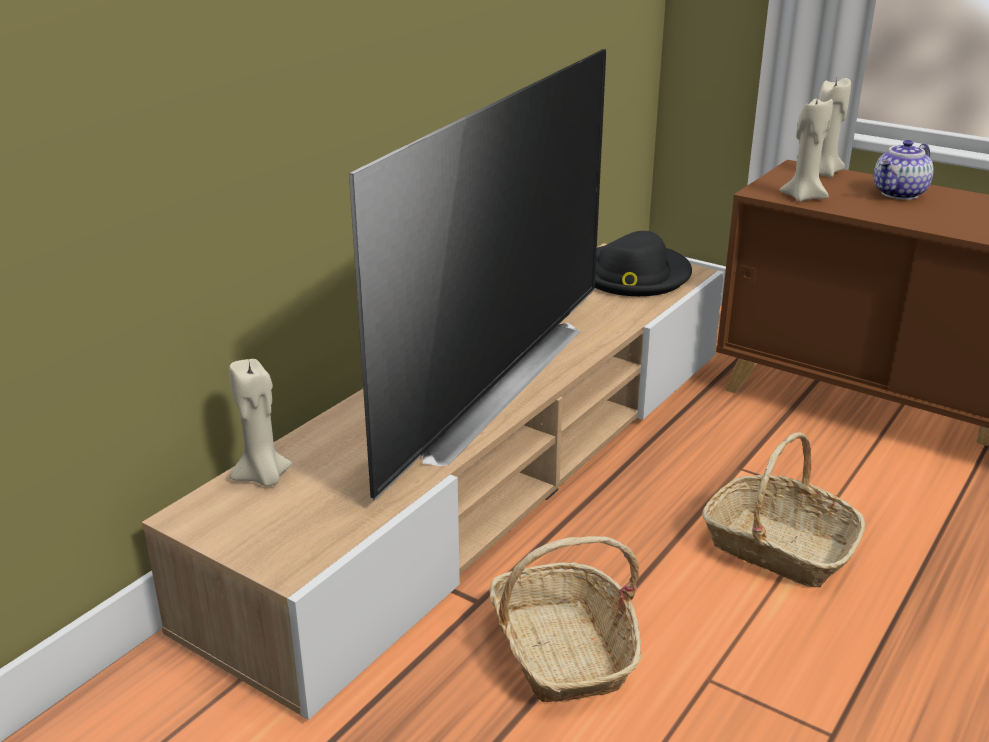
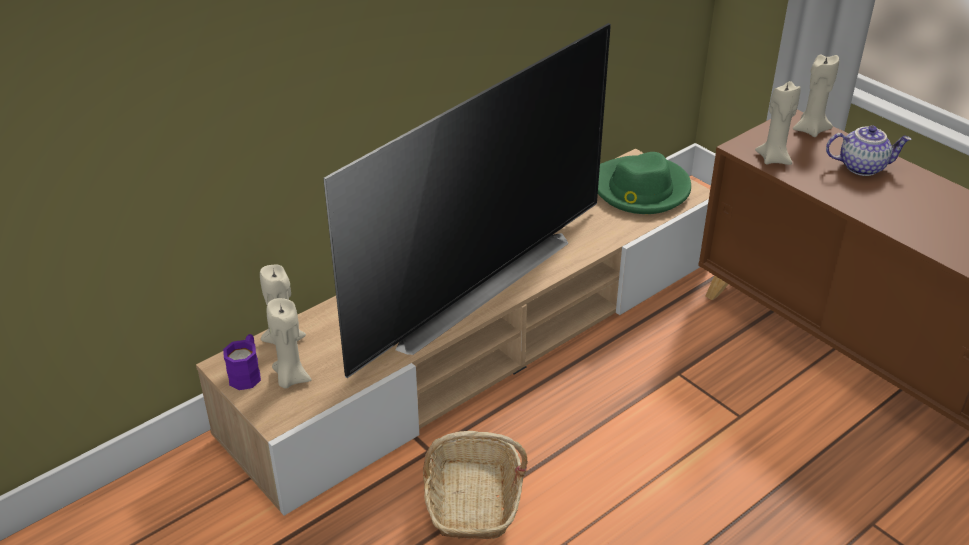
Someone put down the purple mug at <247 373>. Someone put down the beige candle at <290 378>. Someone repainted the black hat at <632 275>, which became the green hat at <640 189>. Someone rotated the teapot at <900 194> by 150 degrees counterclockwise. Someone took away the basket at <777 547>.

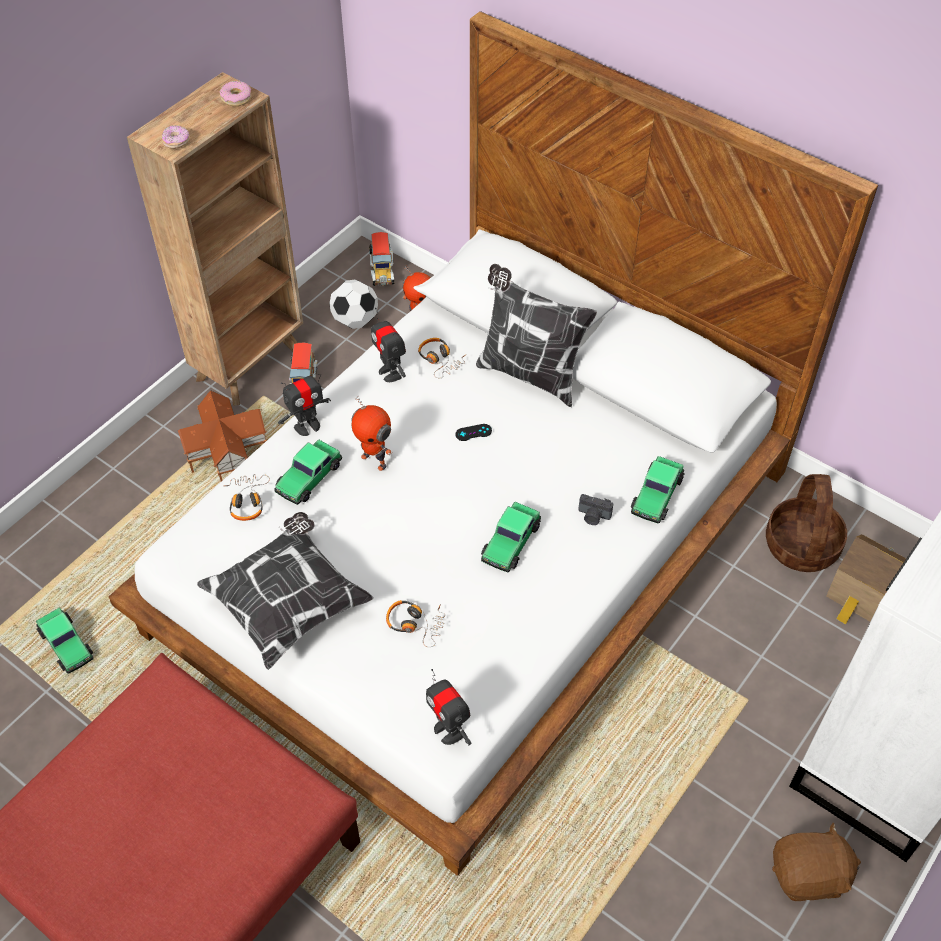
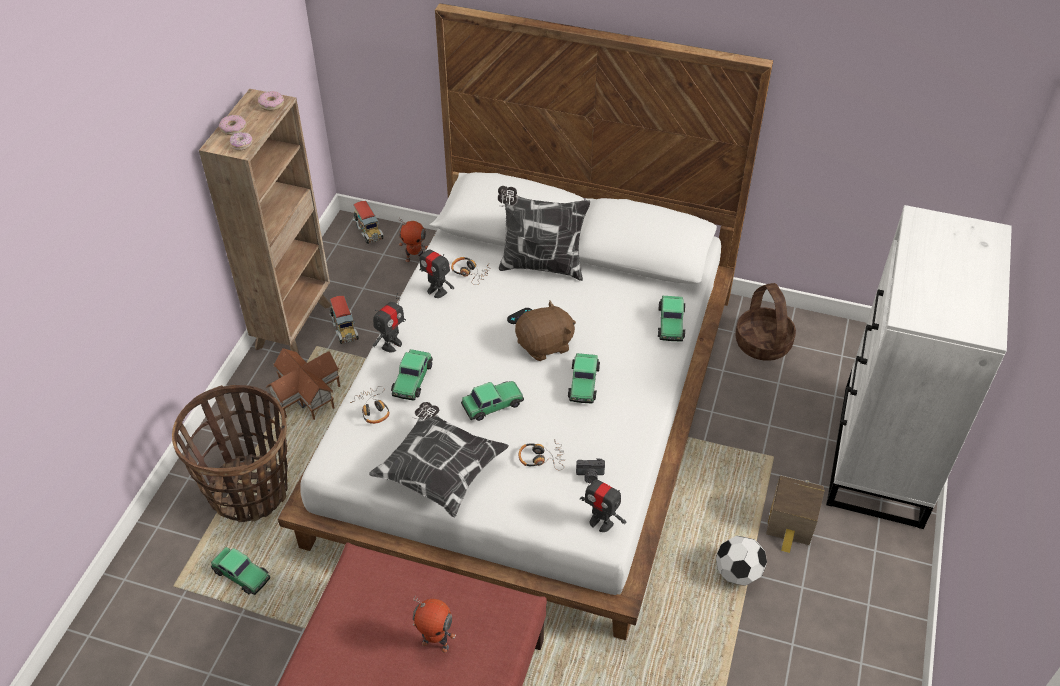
Someone put down the basket at <249 490>. Someone put down the donut at <233 128>. Someone carried the toy robot from <375 460> to <436 643>. Someone put down the toy car at <493 404>. Someone carried the brown plush toy from <809 875> to <545 345>. Someone carried the photo camera from <593 516> to <590 476>. Someone carried the football from <355 321> to <738 573>. Someone carried the toy house from <859 595> to <790 525>.

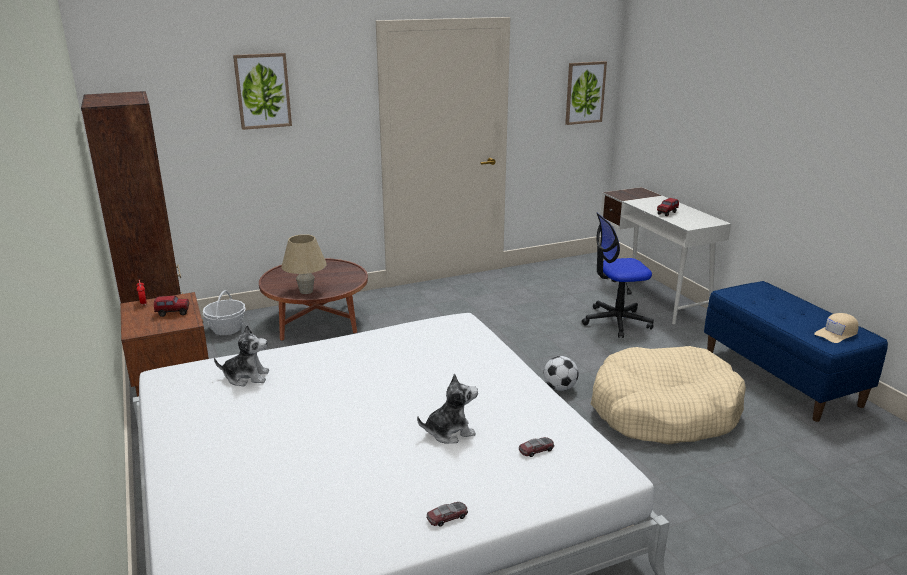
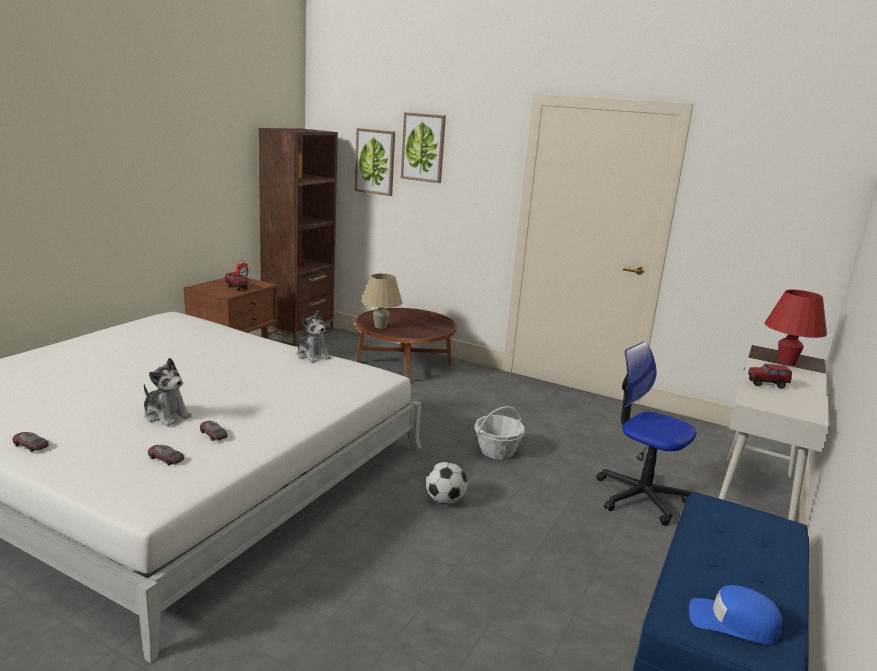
Someone put down the toy car at <213 434>. Someone carried the plush toy from <246 377> to <312 355>. Someone carried the picture from <584 92> to <375 162>. Someone carried the basket from <227 329> to <497 451>. Someone repainted the beige cap at <836 333>, which became the blue cap at <733 622>. Someone put down the red table lamp at <786 362>. Someone took away the beige dog bed at <663 411>.

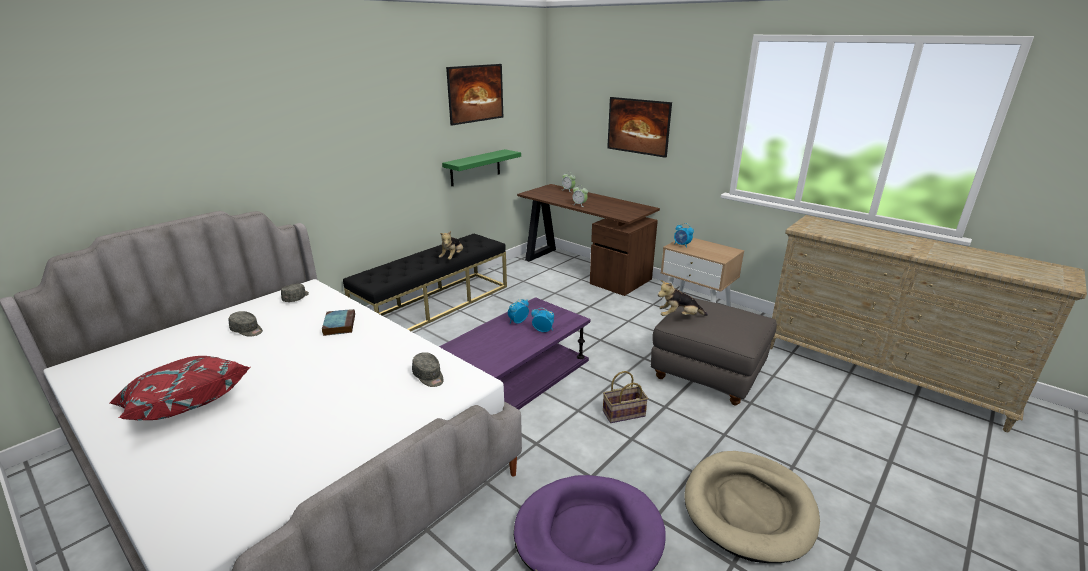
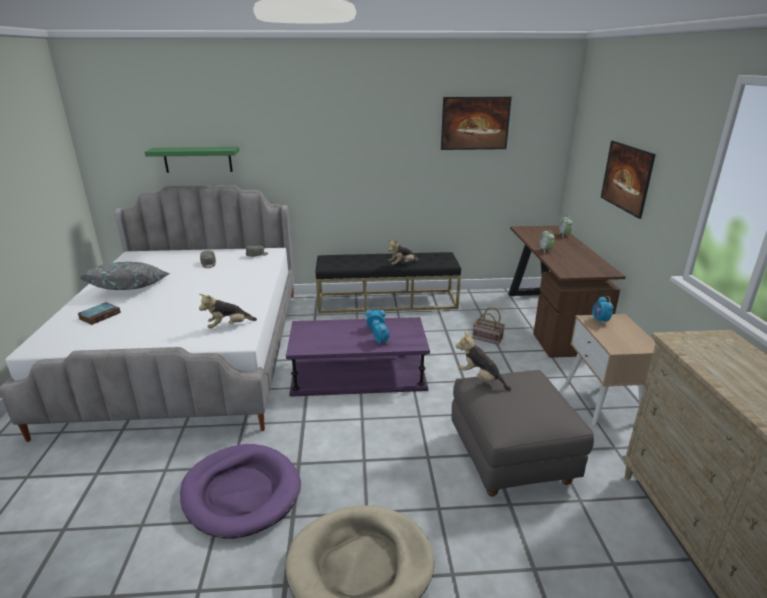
Someone carried the book from <339 324> to <100 315>. Someone repainted the red pillow at <185 404>, which became the grey pillow at <131 288>. Someone carried the green shelf from <475 167> to <198 159>. Someone swapped the grey cap at <429 376> for the plush toy at <228 326>. Someone carried the basket from <623 414> to <486 338>.

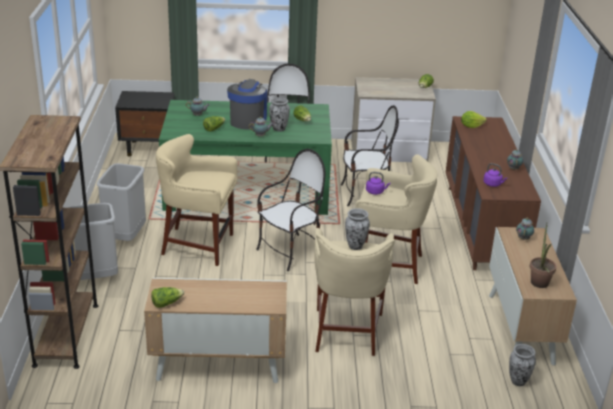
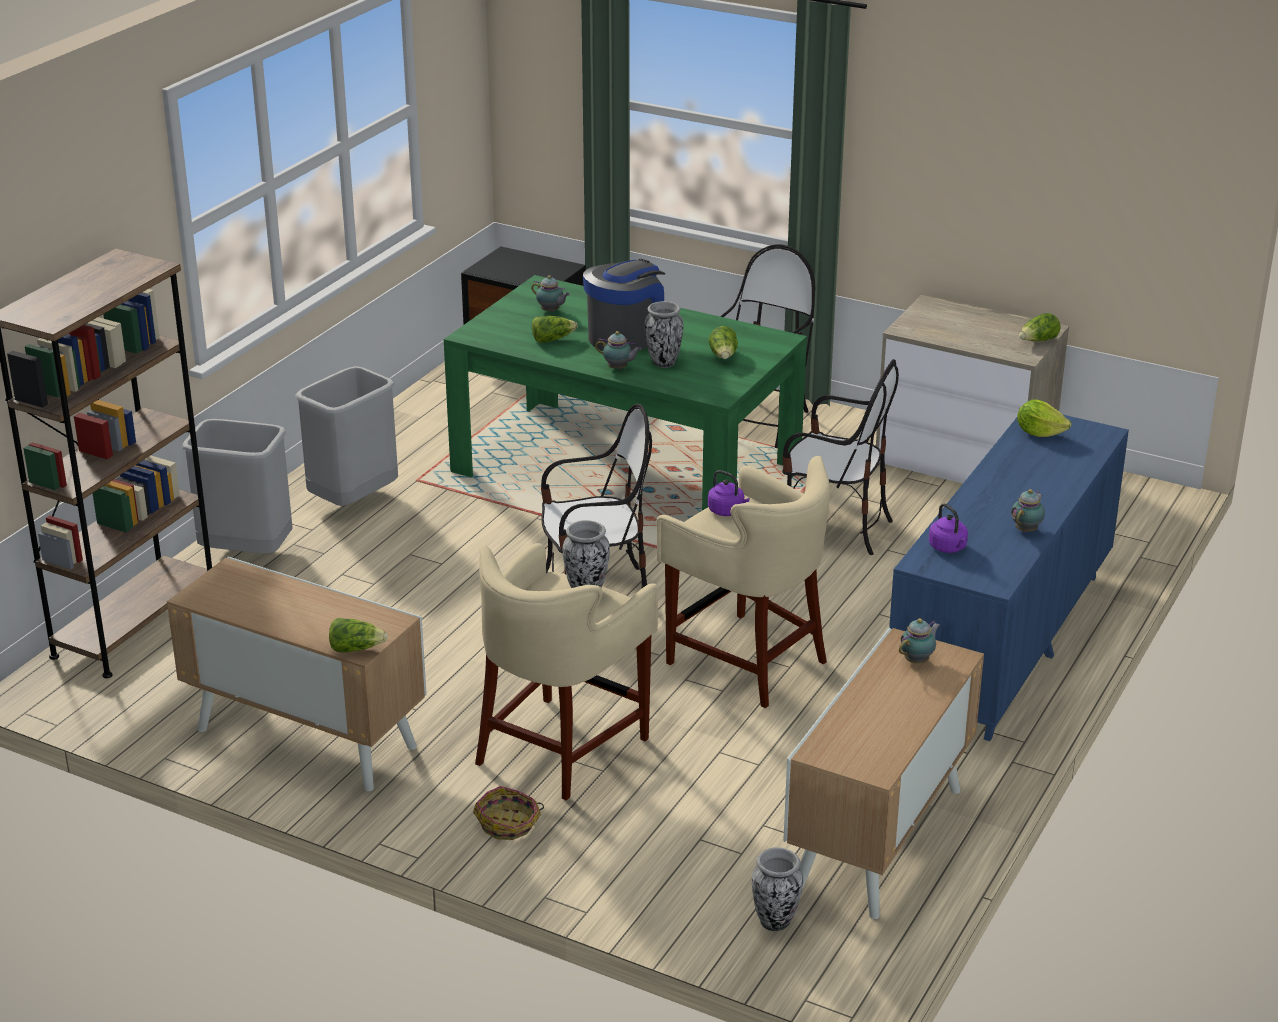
Someone carried the lettuce from <166 303> to <356 648>. Someone put down the basket at <509 824>. Someone repainted the brown dresser at <481 227>, which became the blue dresser at <1001 643>. Someone took away the beige stool at <198 246>. Someone took away the potted plant at <539 285>.

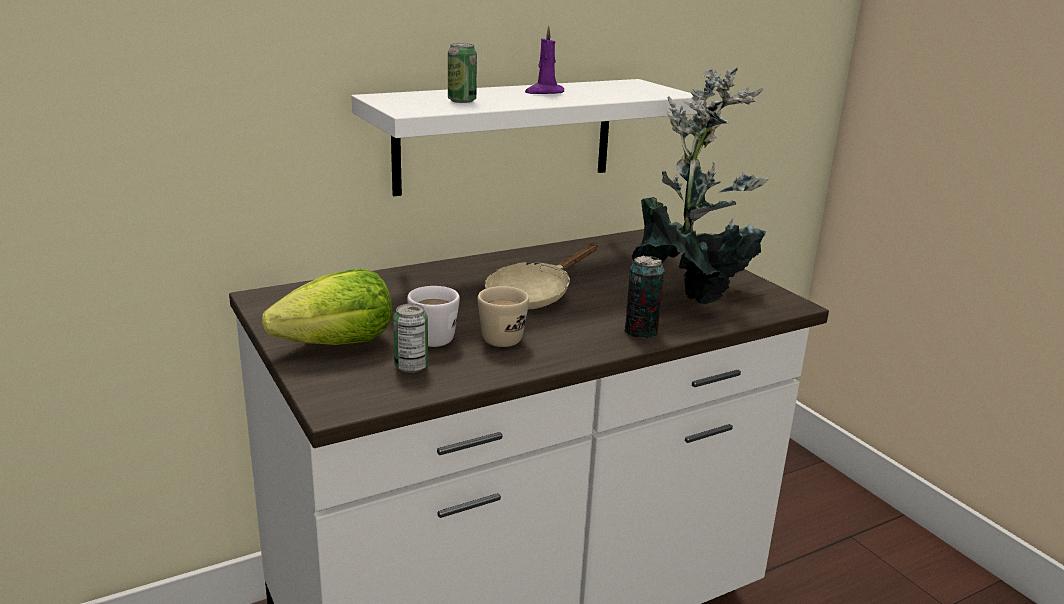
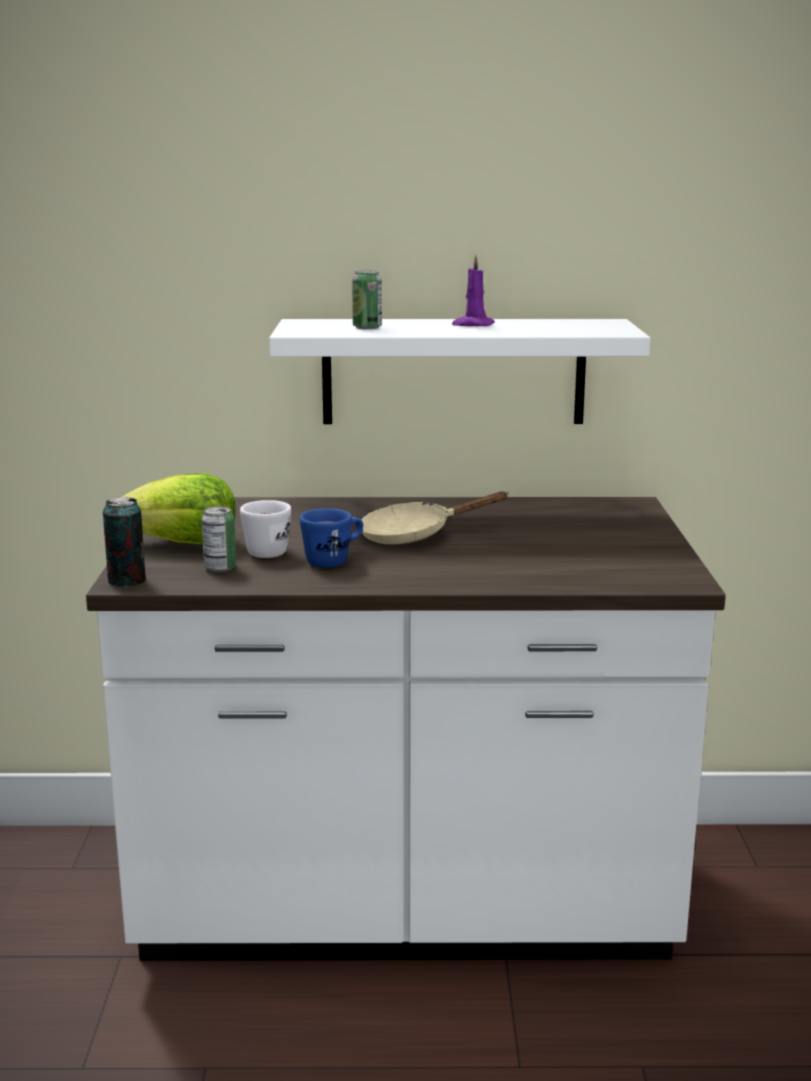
Someone carried the can from <641 332> to <127 581>. Someone repainted the beige mug at <505 336>, which became the blue mug at <334 561>. Someone took away the potted plant at <691 293>.

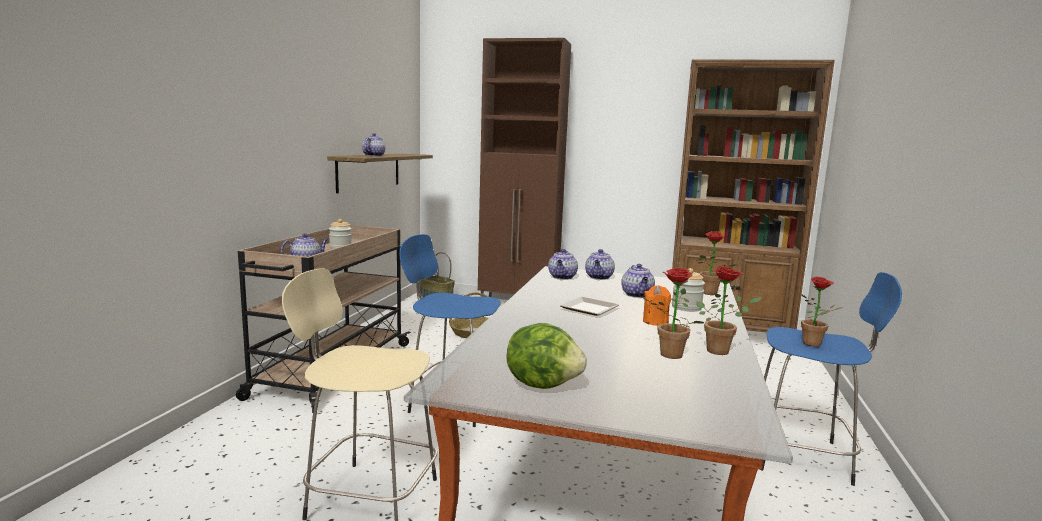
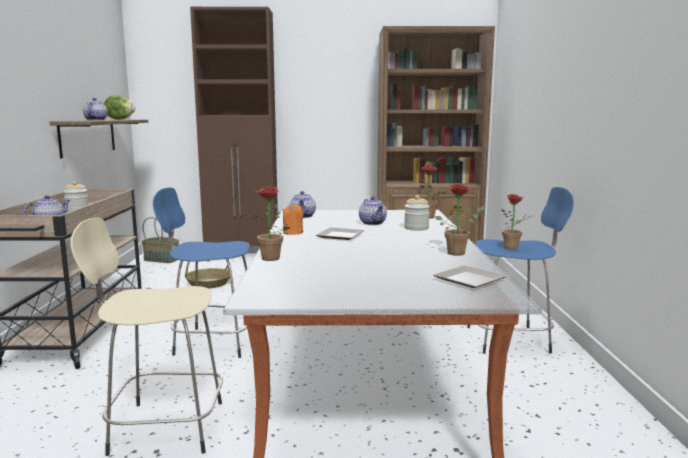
Someone carried the lettuce from <543 384> to <120 119>. Someone carried the potted plant from <667 355> to <266 259>. Someone carried the orange candle from <655 321> to <293 232>. Someone put down the plate at <466 280>. Someone took away the teapot at <599 277>.

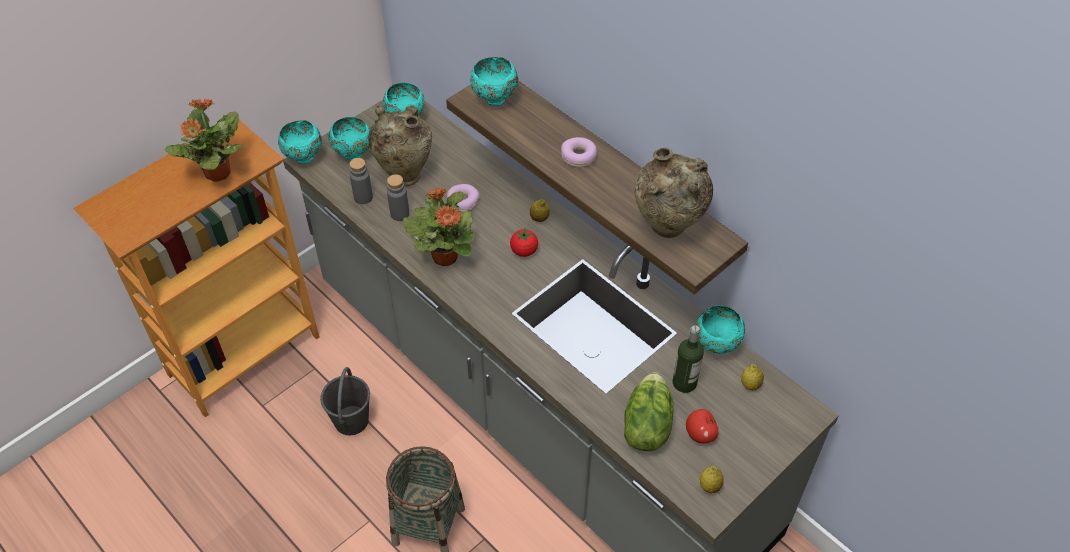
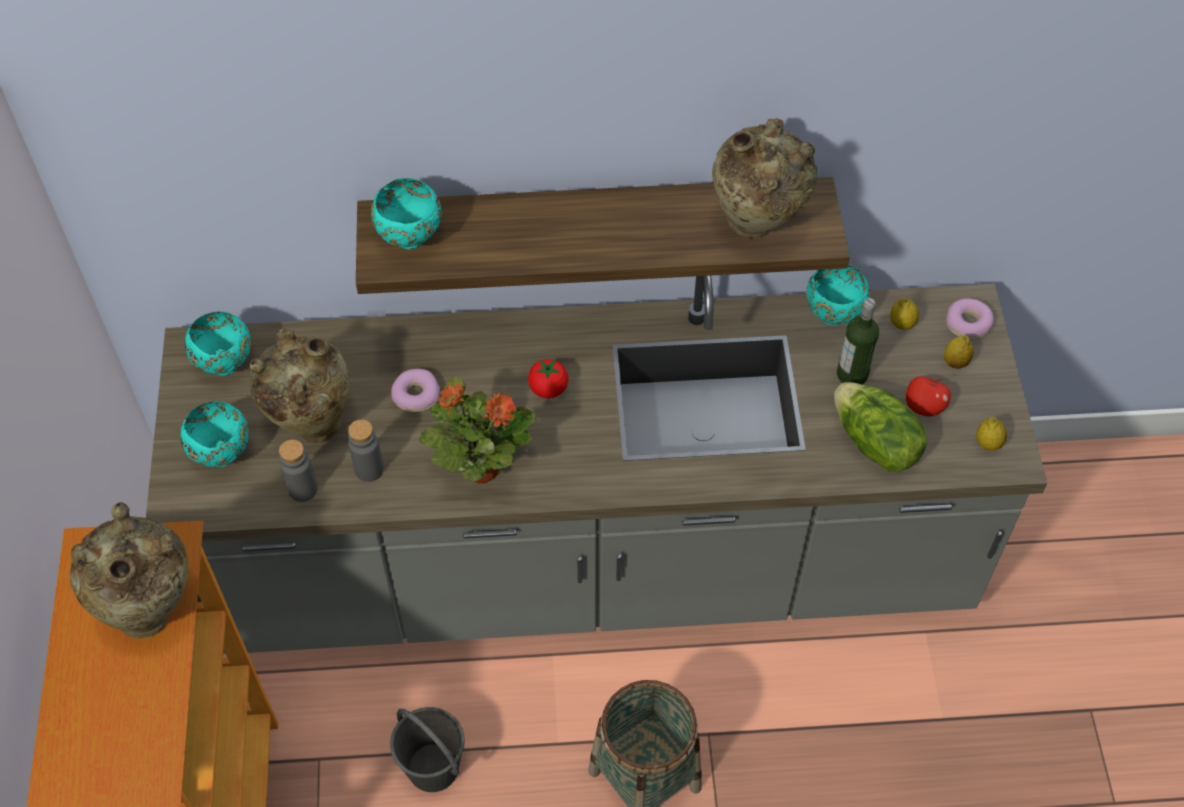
Someone swapped the potted plant at <217 174> for the beige vase at <150 610>. Someone carried the lemon from <539 218> to <955 362>. Someone carried the donut from <578 157> to <968 324>. Someone took away the turquoise bowl at <303 159>.

